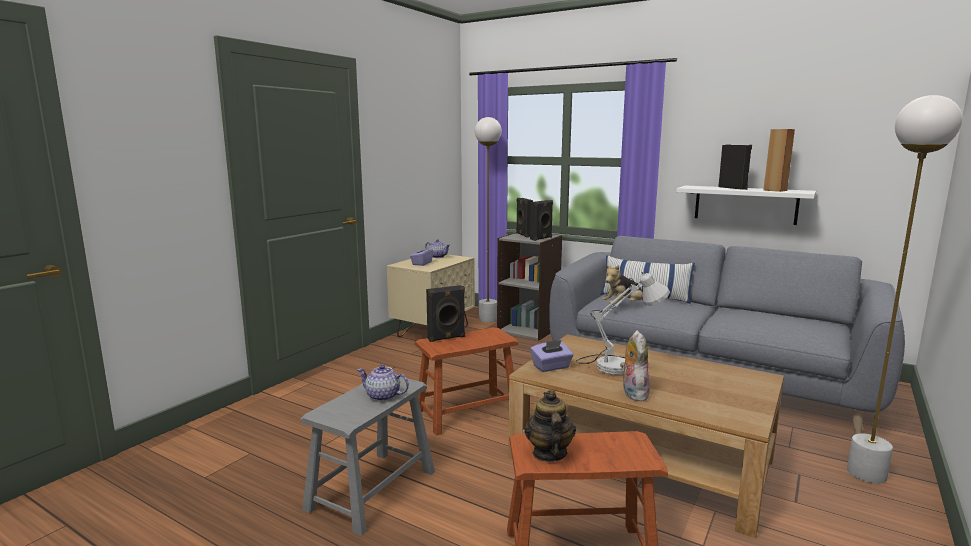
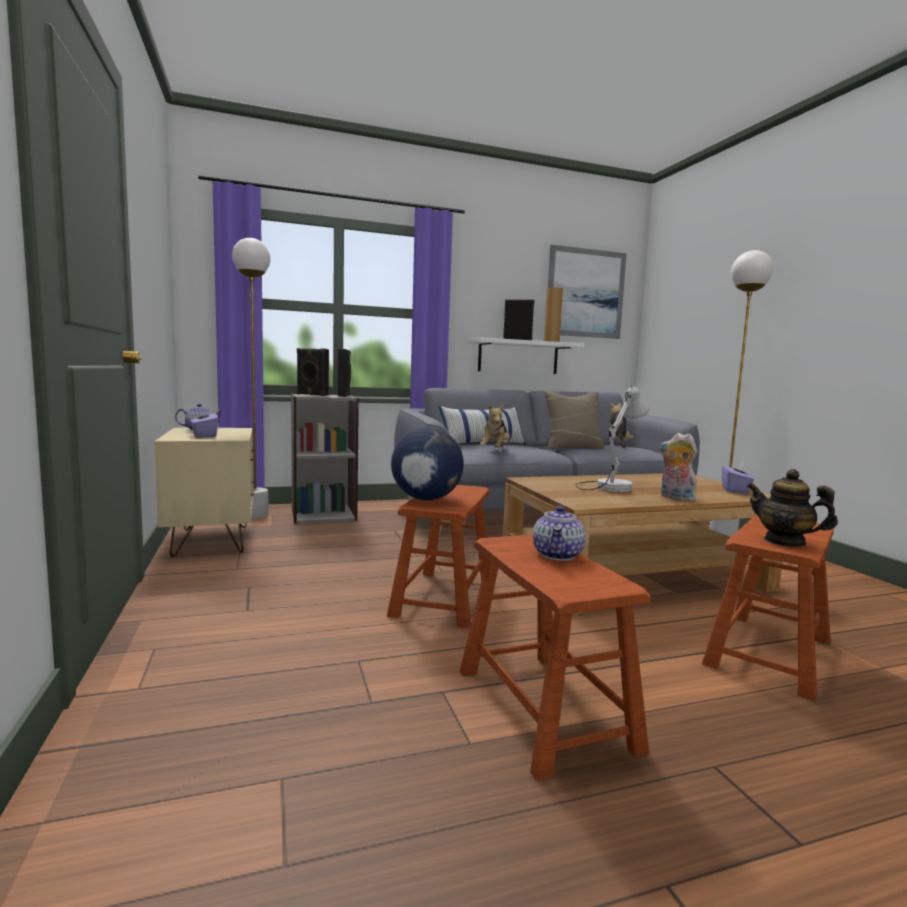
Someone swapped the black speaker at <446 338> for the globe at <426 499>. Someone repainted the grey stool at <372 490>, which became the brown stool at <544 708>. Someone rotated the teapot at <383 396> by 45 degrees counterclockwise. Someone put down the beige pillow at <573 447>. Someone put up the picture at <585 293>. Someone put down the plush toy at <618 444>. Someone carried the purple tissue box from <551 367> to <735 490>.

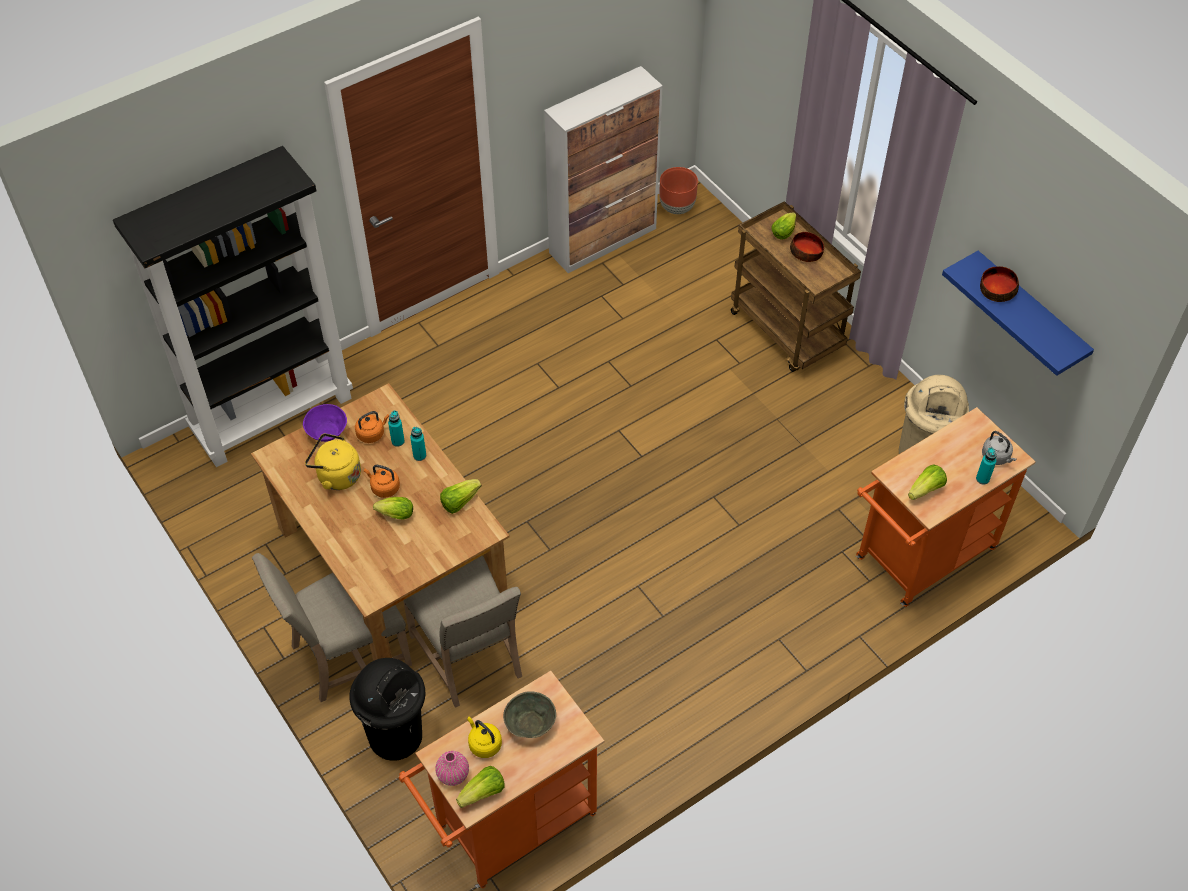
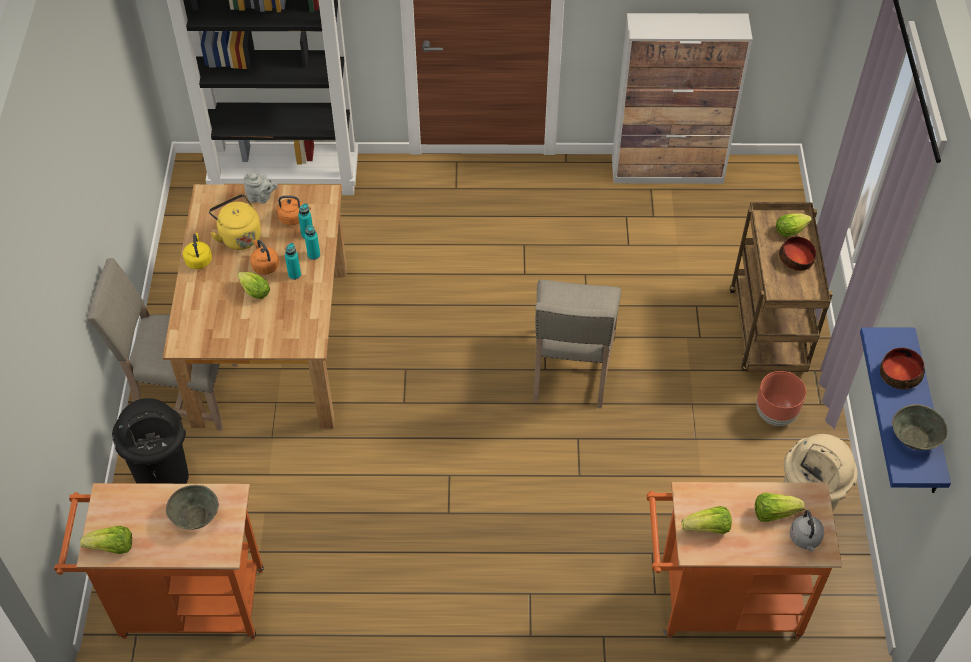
Someone carried the yellow kettle from <484 744> to <198 260>. Someone swapped the purple bowl at <326 432> for the grey teapot at <261 198>. Someone carried the turquoise bottle from <982 479> to <294 274>. Someone carried the beige chair from <470 657> to <571 371>. Someone carried the lettuce from <459 502> to <774 513>. Someone carried the brown planter from <676 207> to <775 414>. Someone put down the grey bowl at <915 438>. Someone took away the pink vase at <453 774>.

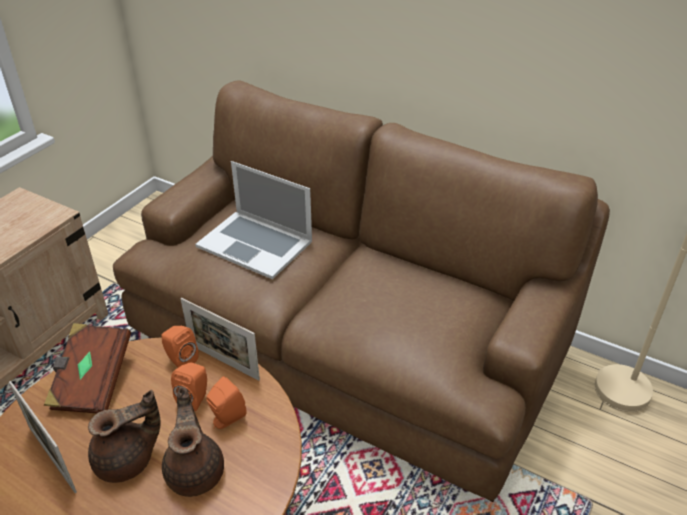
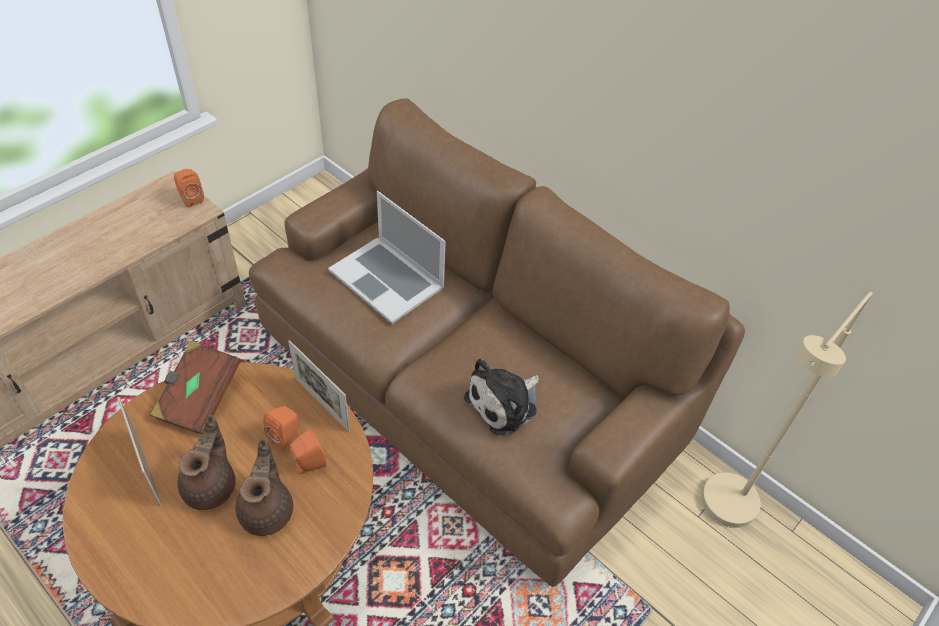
Someone carried the orange speaker from <180 360> to <190 198>. Someone rotated the brown teapot at <127 460> by 60 degrees counterclockwise. Someone put down the plush toy at <504 403>.

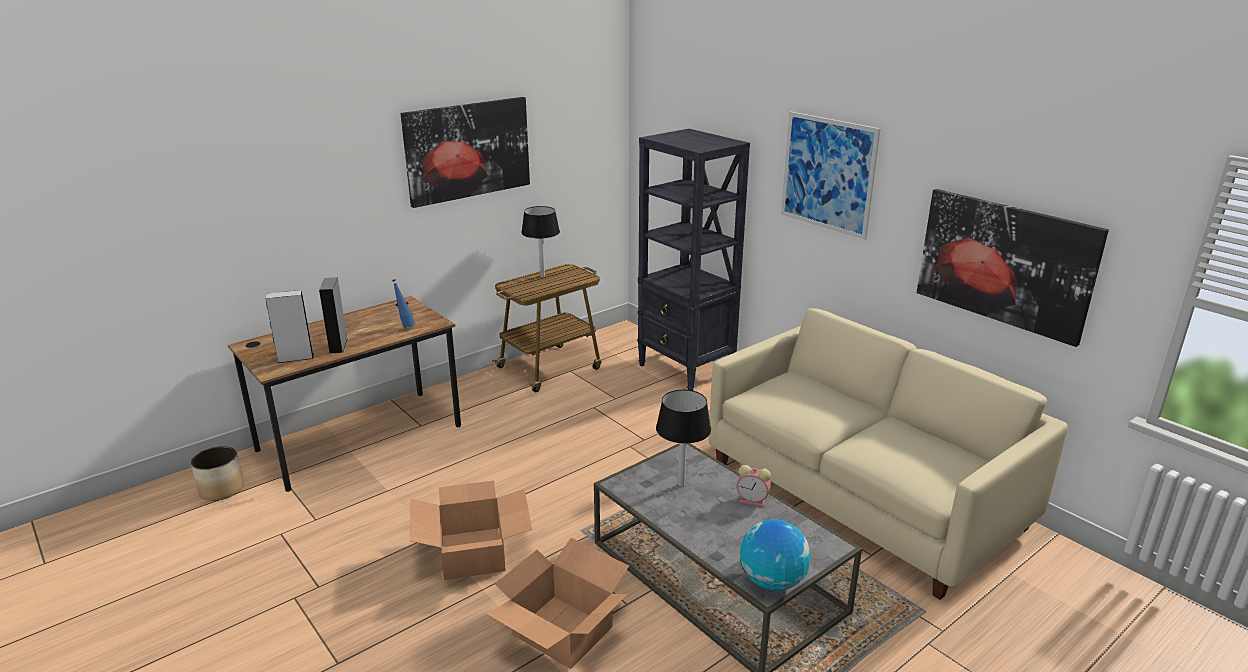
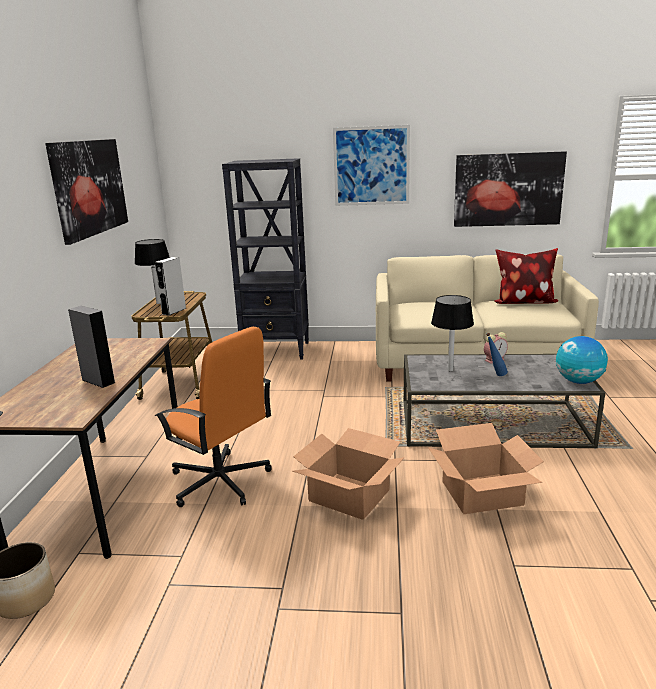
Someone carried the grey speaker from <295 358> to <174 311>. Someone put down the orange office chair at <220 482>. Someone carried the blue bottle from <405 326> to <495 375>. Someone put down the pillow at <523 303>.

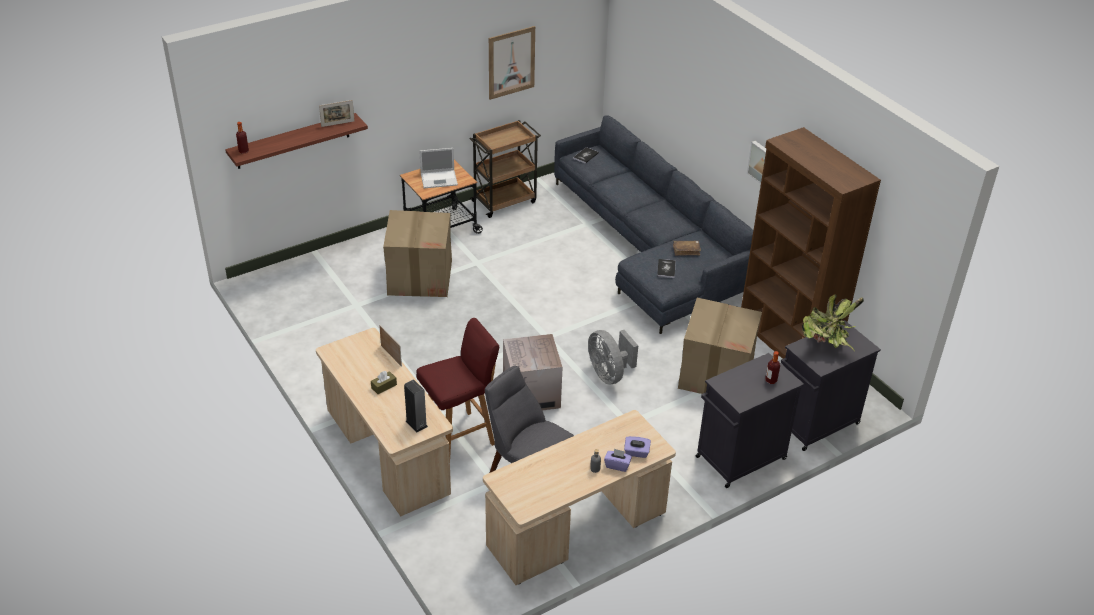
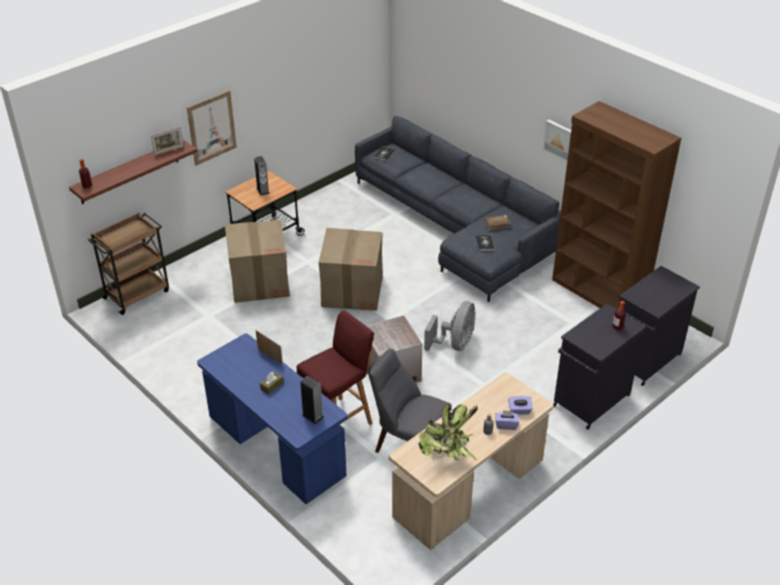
Someone carried the brown cart from <505 201> to <137 294>. Someone carried the picture from <511 62> to <212 127>. Someone repainted the beige desk at <387 453>, which became the blue desk at <276 447>. Someone swapped the laptop at <439 179> for the speaker at <263 190>. Someone carried the cardboard box from <716 374> to <352 290>. Someone carried the potted plant from <826 344> to <447 454>. Someone rotated the grey fan at <609 374> by 120 degrees counterclockwise.

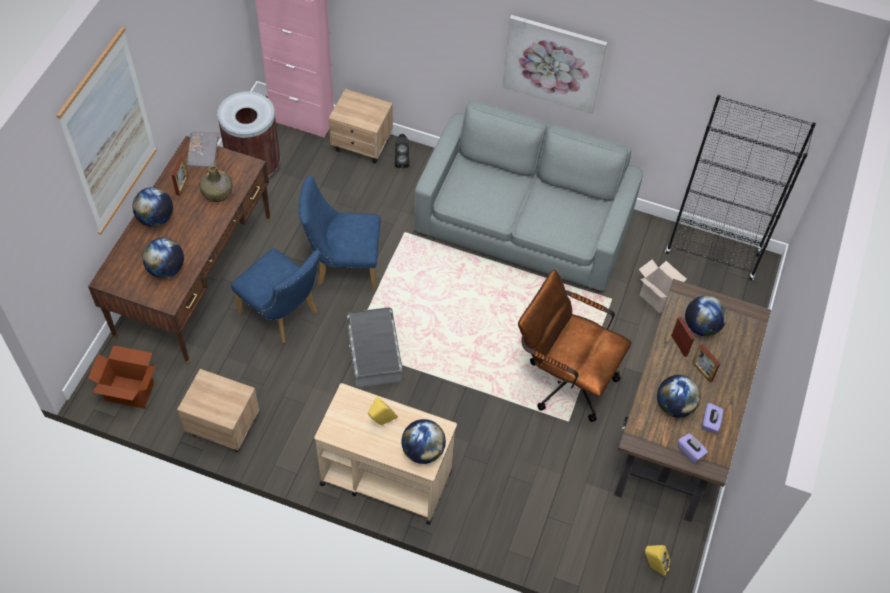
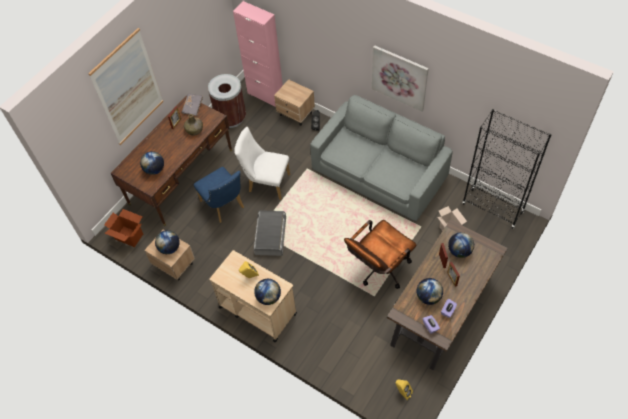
Someone carried the globe from <156 218> to <169 248>. Someone repainted the blue chair at <342 265>, which became the white chair at <266 183>. Someone rotated the brown office chair at <564 378> by 90 degrees counterclockwise.

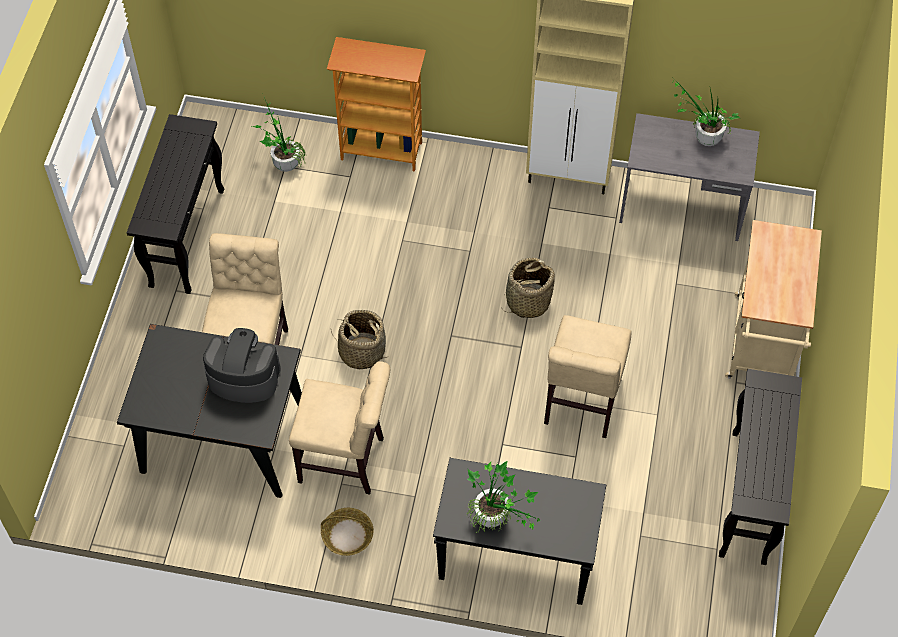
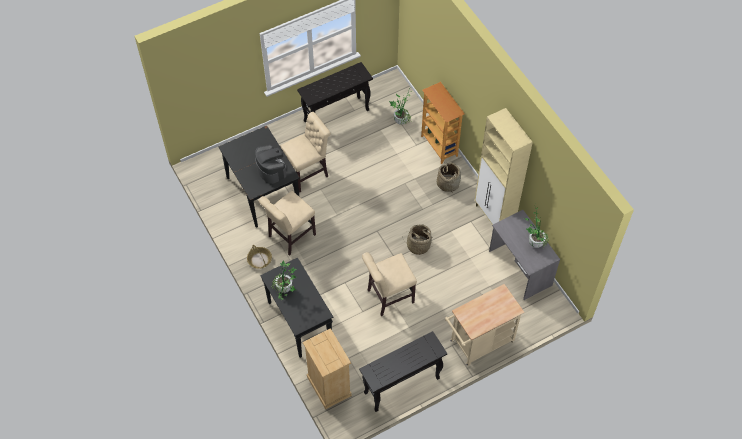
Someone rotated the beige chair at <346 461> by 75 degrees clockwise. Someone put down the beige dresser at <328 386>. Someone carried the basket from <362 351> to <448 183>.

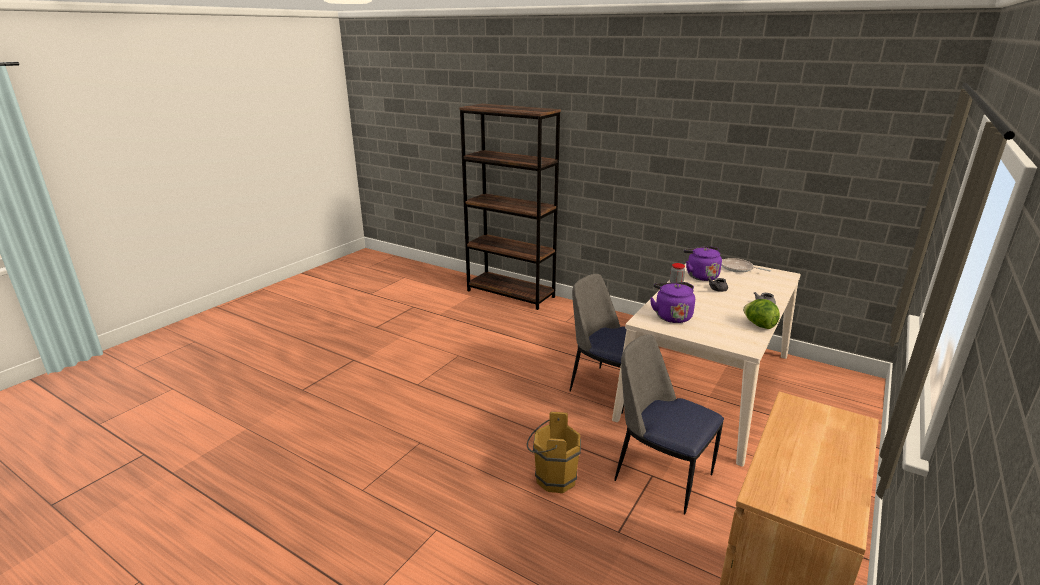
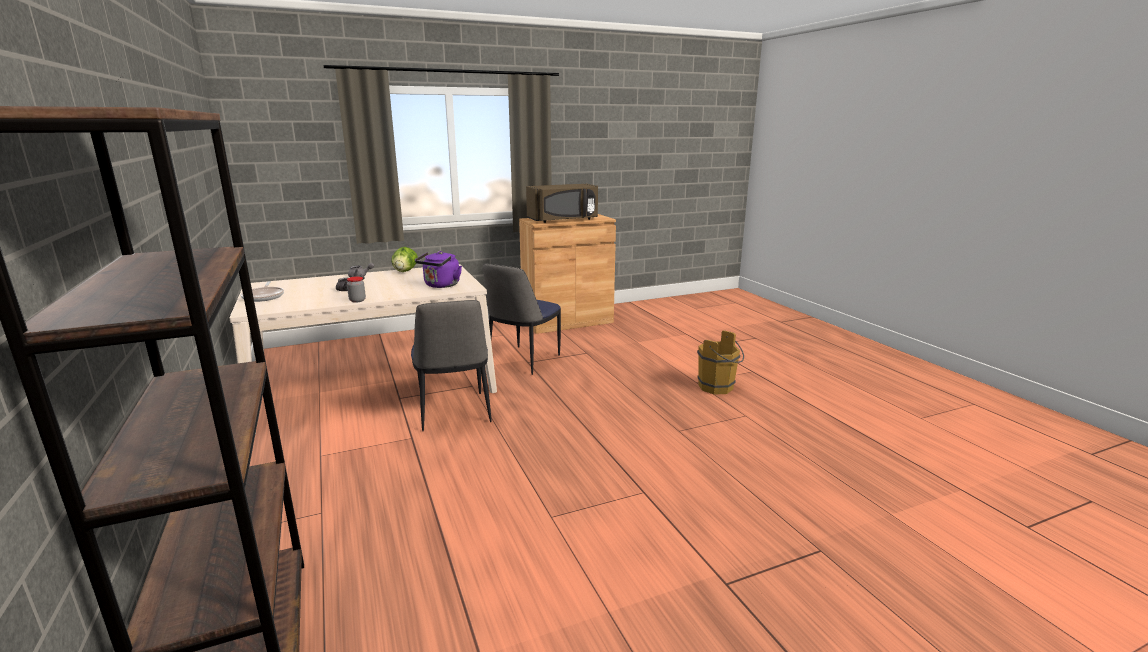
Someone rotated the chair at <660 475> by 45 degrees clockwise. Someone put down the brown microwave at <563 220>. Someone carried the brown bucket from <552 478> to <718 388>. Someone took away the purple kettle at <700 276>.

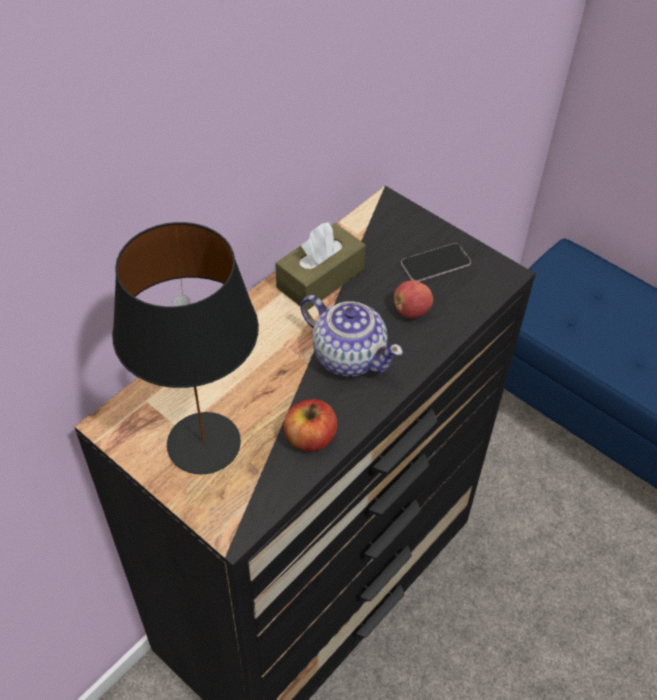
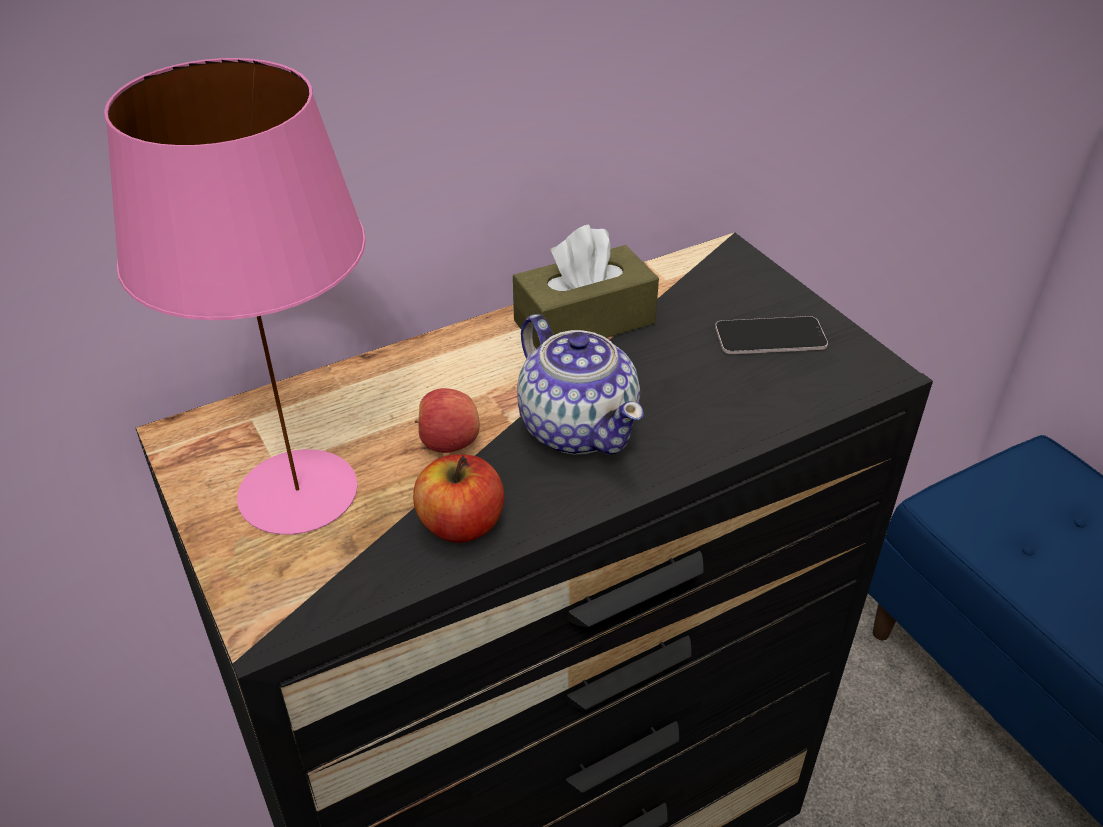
Someone repainted the black table lamp at <203 444>, which became the pink table lamp at <297 493>. Someone carried the apple from <411 311> to <448 443>.

